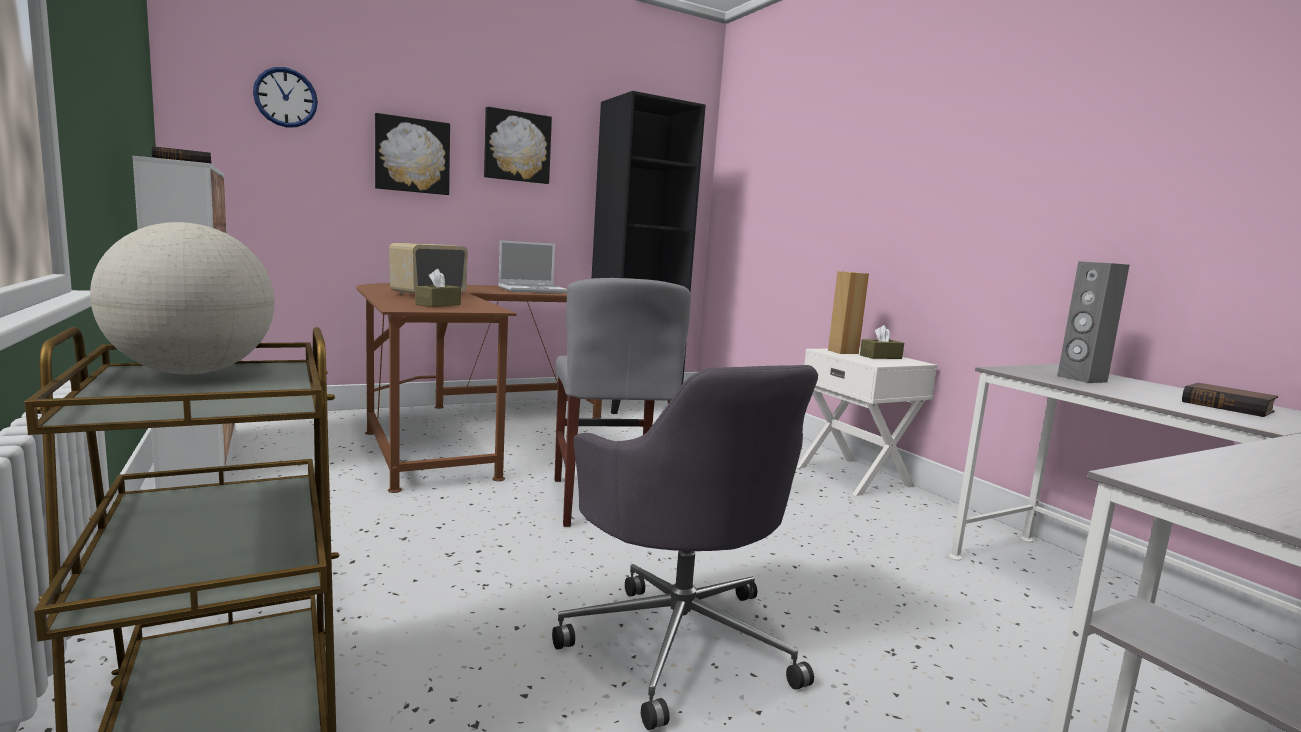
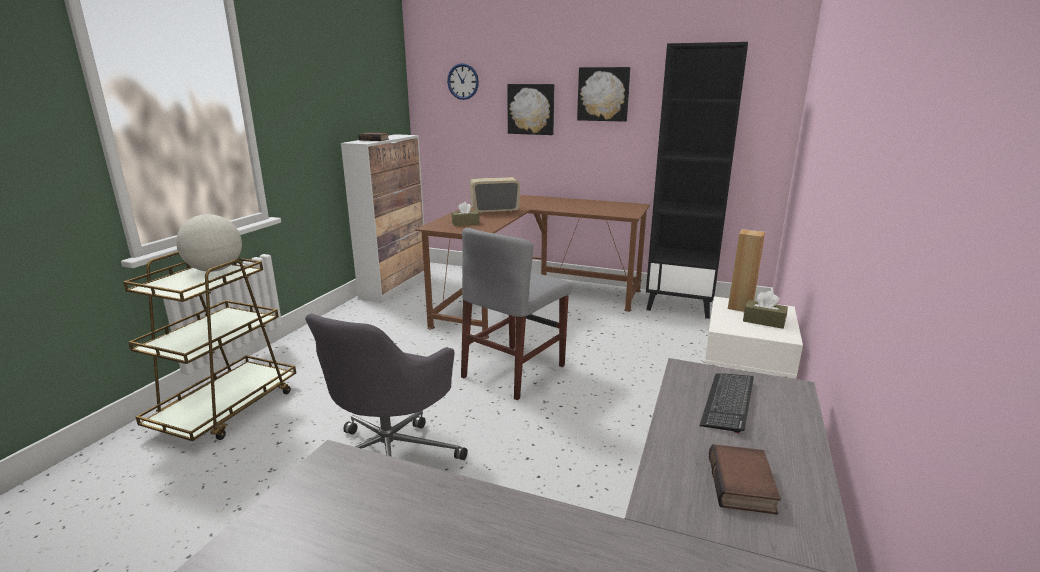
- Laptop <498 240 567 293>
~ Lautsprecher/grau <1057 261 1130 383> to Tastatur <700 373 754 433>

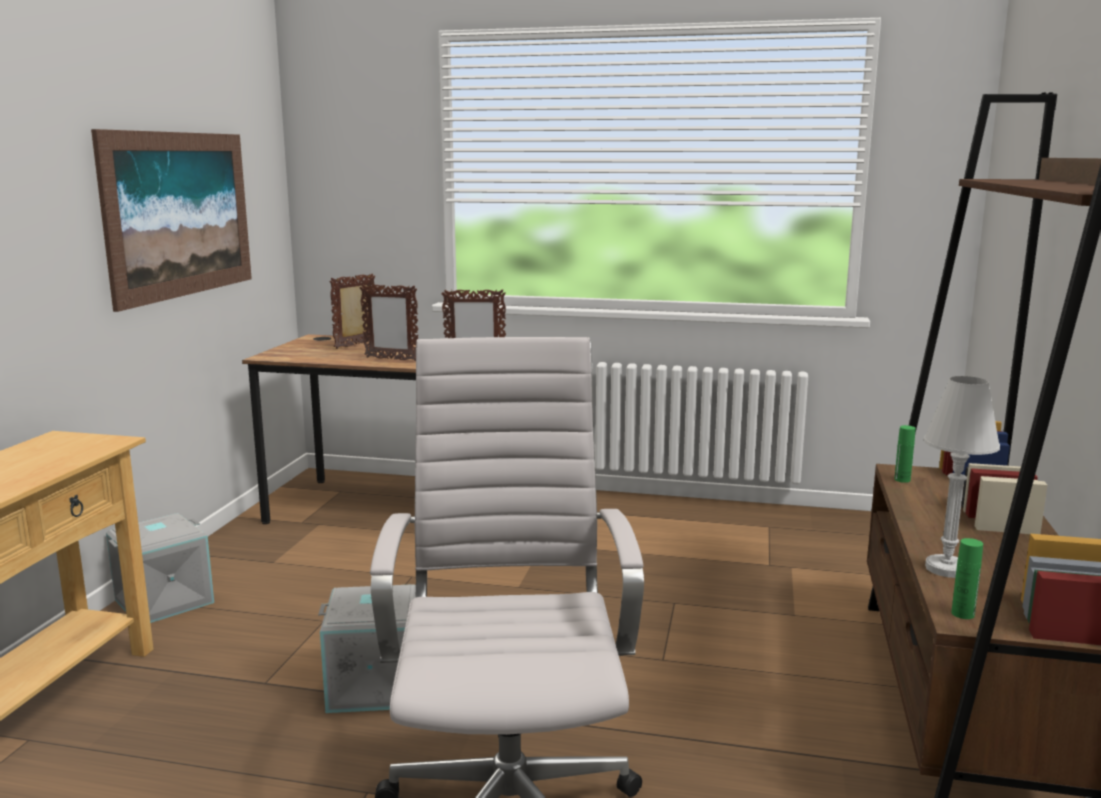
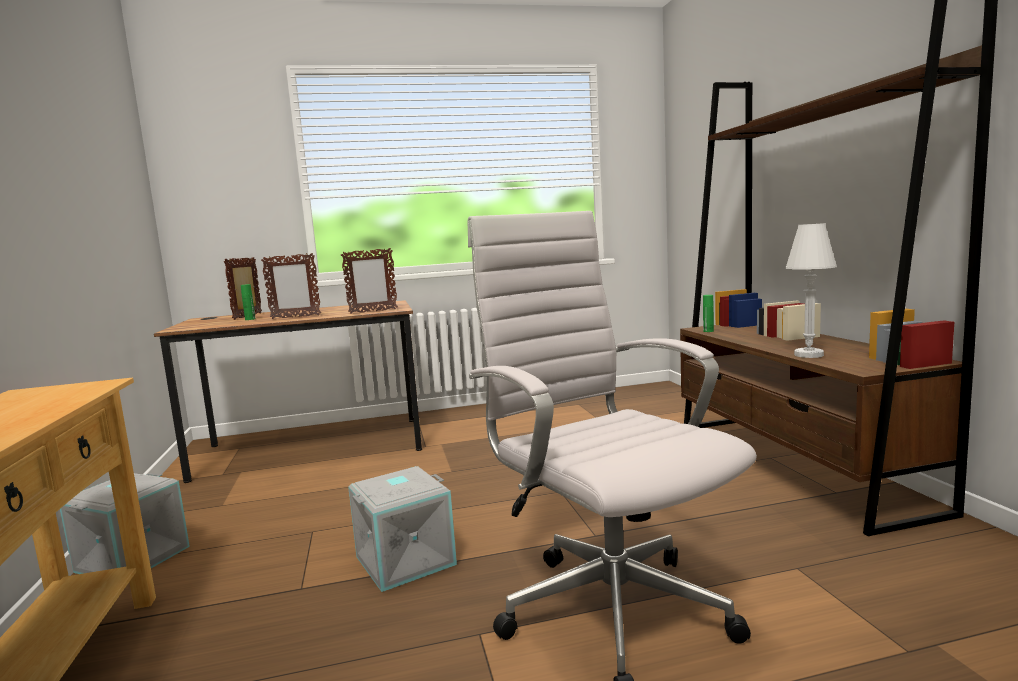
- Bild <91 129 252 312>
~ Flasche/grün <951 538 983 619> to <241 284 255 320>

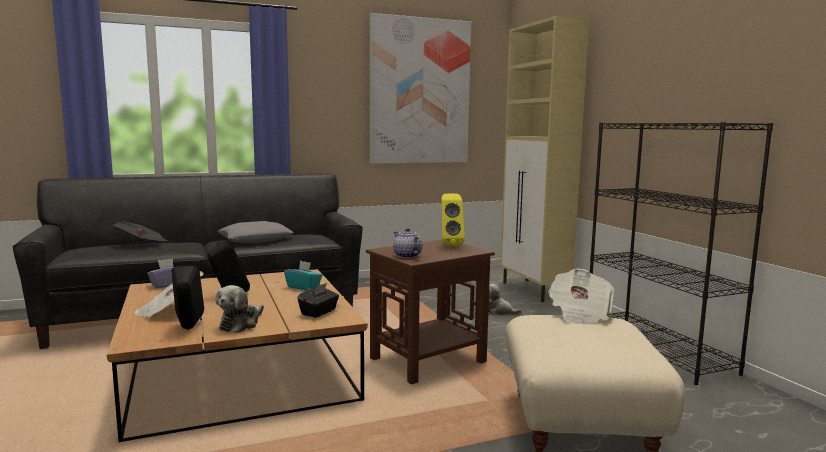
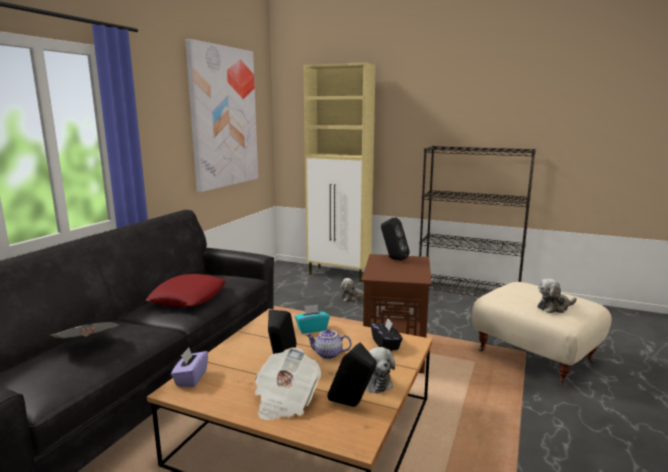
~ Kissen/grau <218 221 294 244> to Kissen/rot <146 274 226 307>
~ Teekanne <393 228 423 258> to <305 329 352 359>
~ Lautsprecher/gelb <442 193 465 247> to Lautsprecher/schwarz <381 217 410 261>
- Zeitung <548 269 615 324>
+ Plüschtier <537 279 577 313>

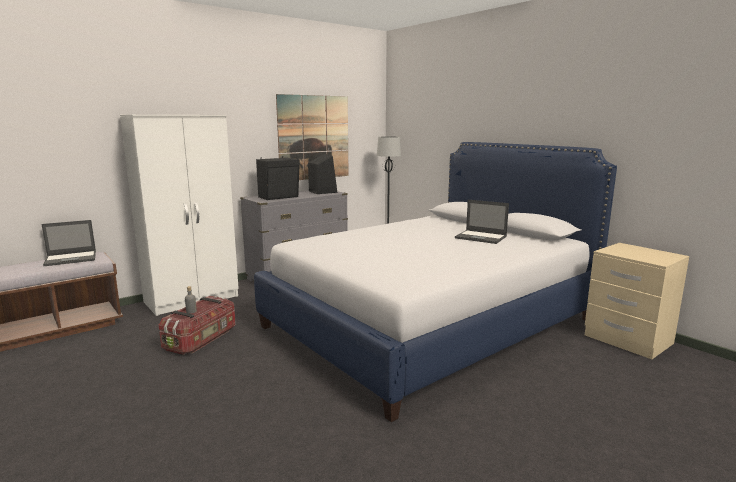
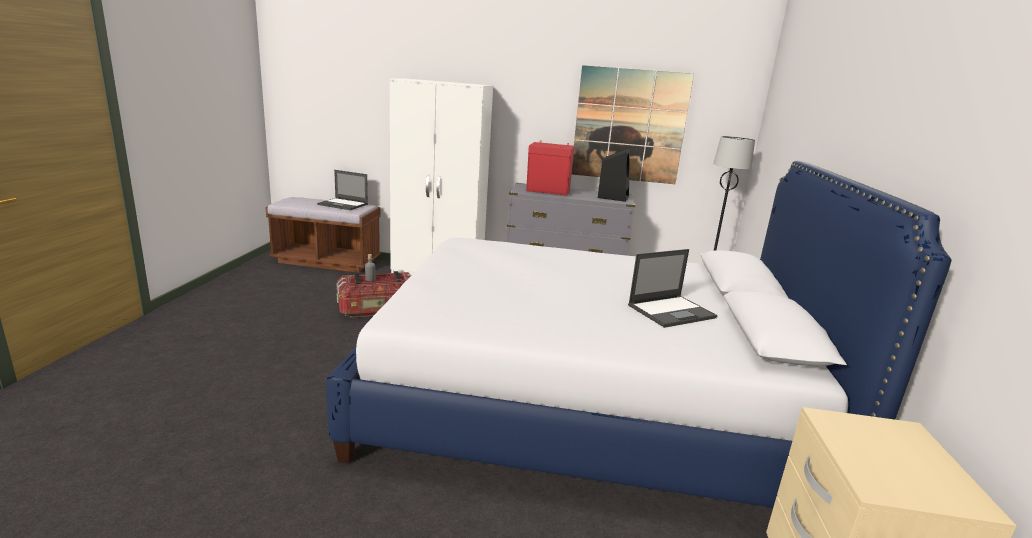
~ Lautsprecher/schwarz <256 156 300 200> to Lautsprecher/rot <526 142 575 196>
~ Laptop <455 200 509 244> = <628 249 717 328> 105 degrees counterclockwise

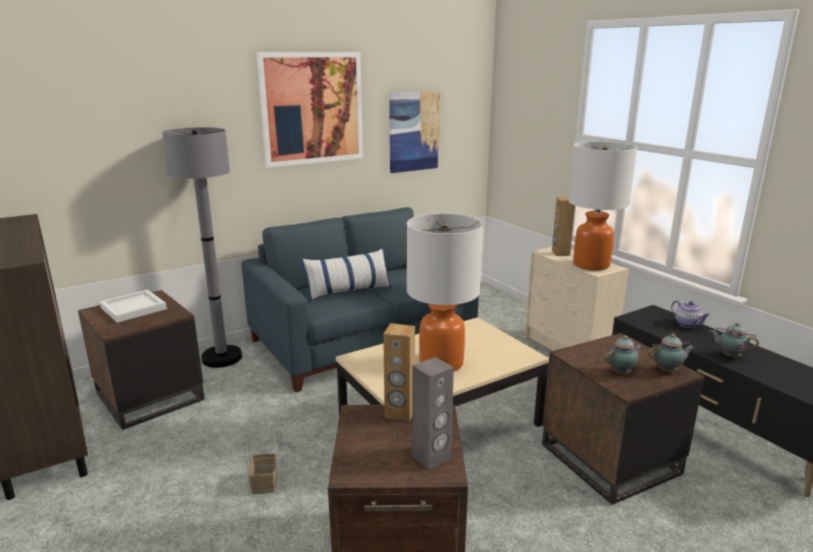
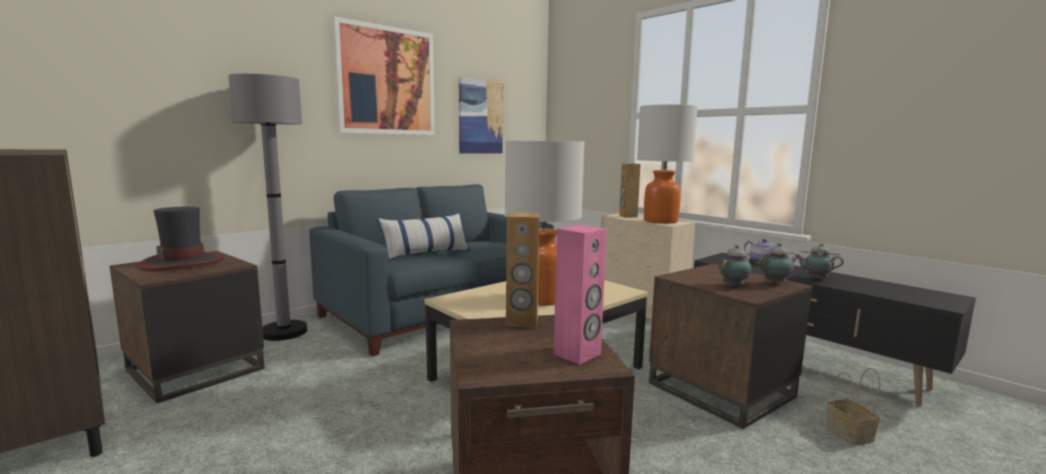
~ Tablett/weiß <100 290 167 323> to Hut <138 206 224 271>
~ Korb <244 432 277 494> to <826 368 880 446>
~ Lautsprecher/grau <412 357 454 470> to Lautsprecher/rosa <554 225 607 365>

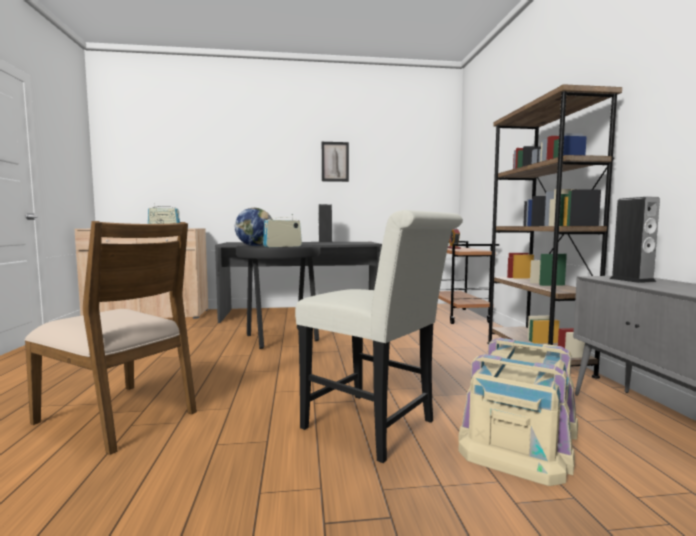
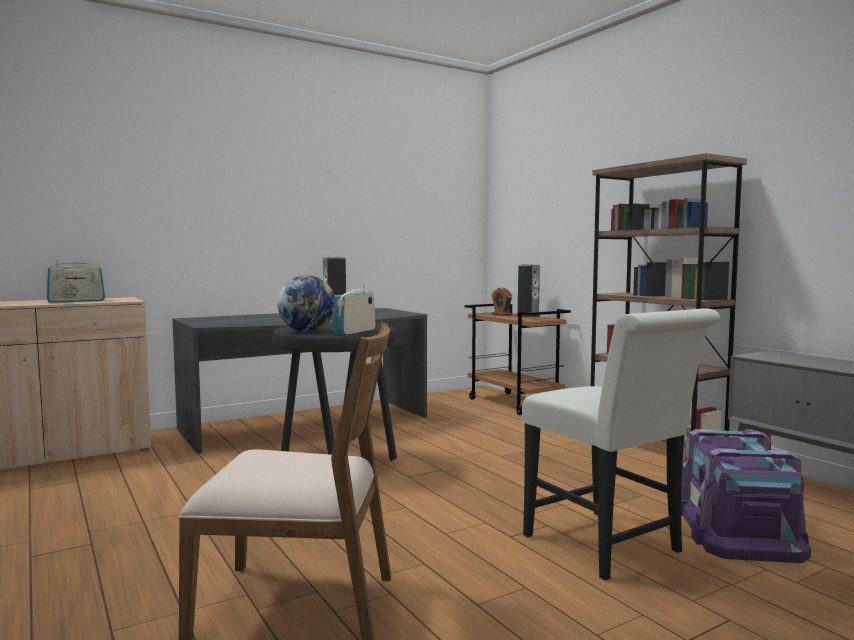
~ Stuhl/weiß <295 210 463 463> = <522 308 720 581> 45 degrees clockwise
- Bild <322 142 349 182>
~ Aufbewahrungsbox/beige <458 338 578 486> to Aufbewahrungsbox/lila <681 429 811 563>
~ Lautsprecher <609 197 660 283> to <516 265 540 317>

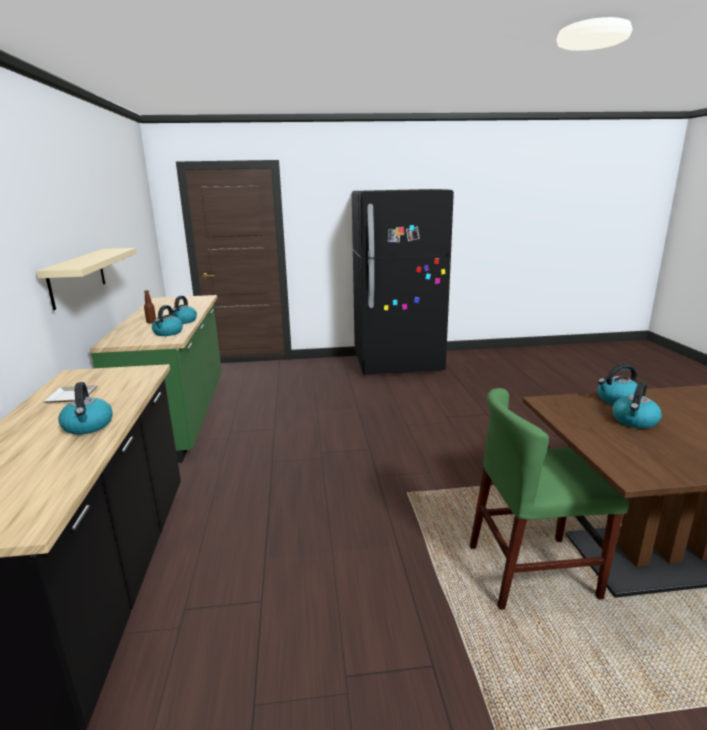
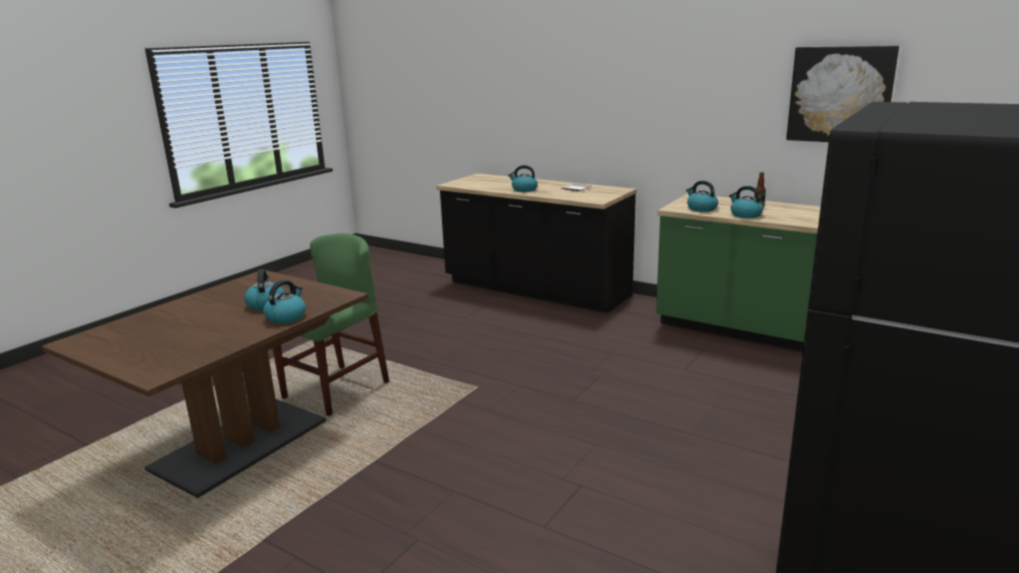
- Wandregal/beige <36 248 136 310>
+ Bild <786 46 899 142>

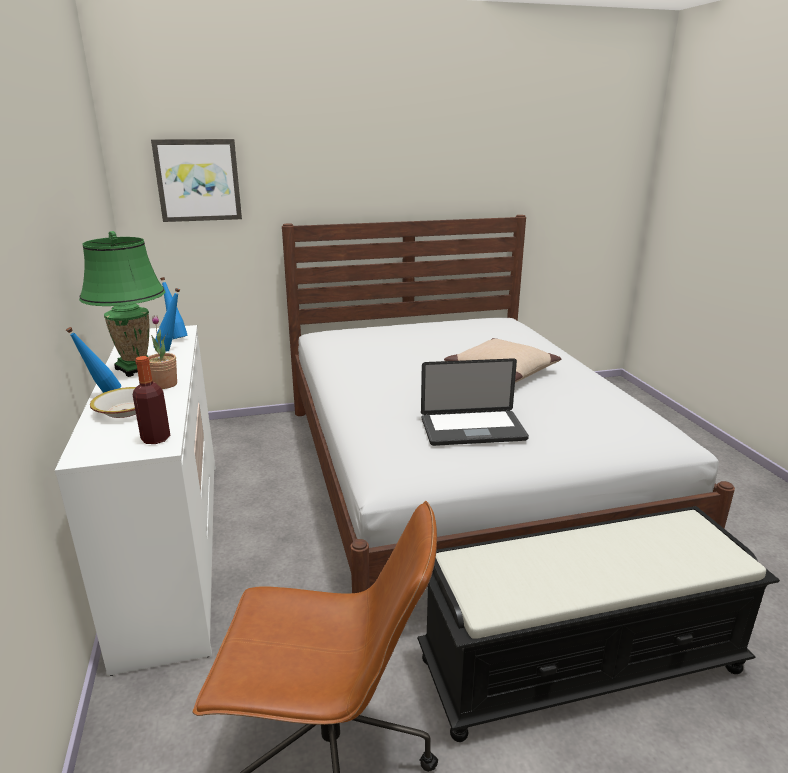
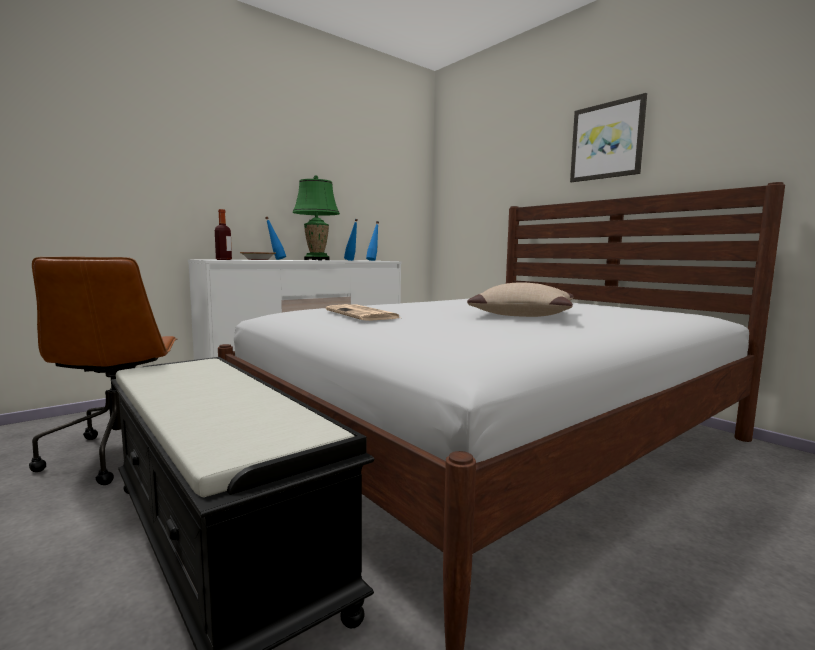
- Topfpflanze <148 315 177 389>
~ Bild <151 139 242 222> to <570 93 647 182>
~ Laptop <421 358 529 446> to Zeitung <326 304 400 321>

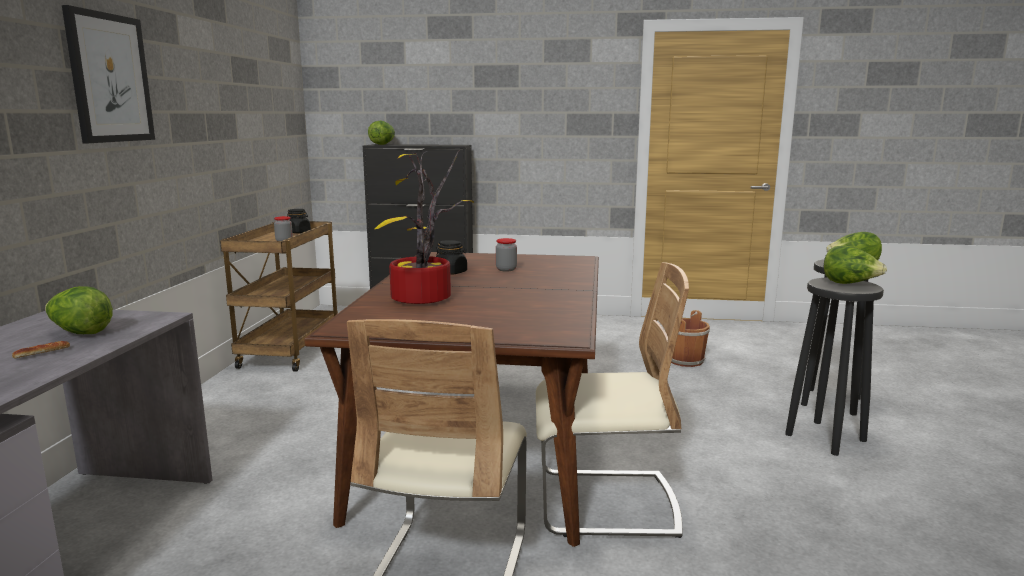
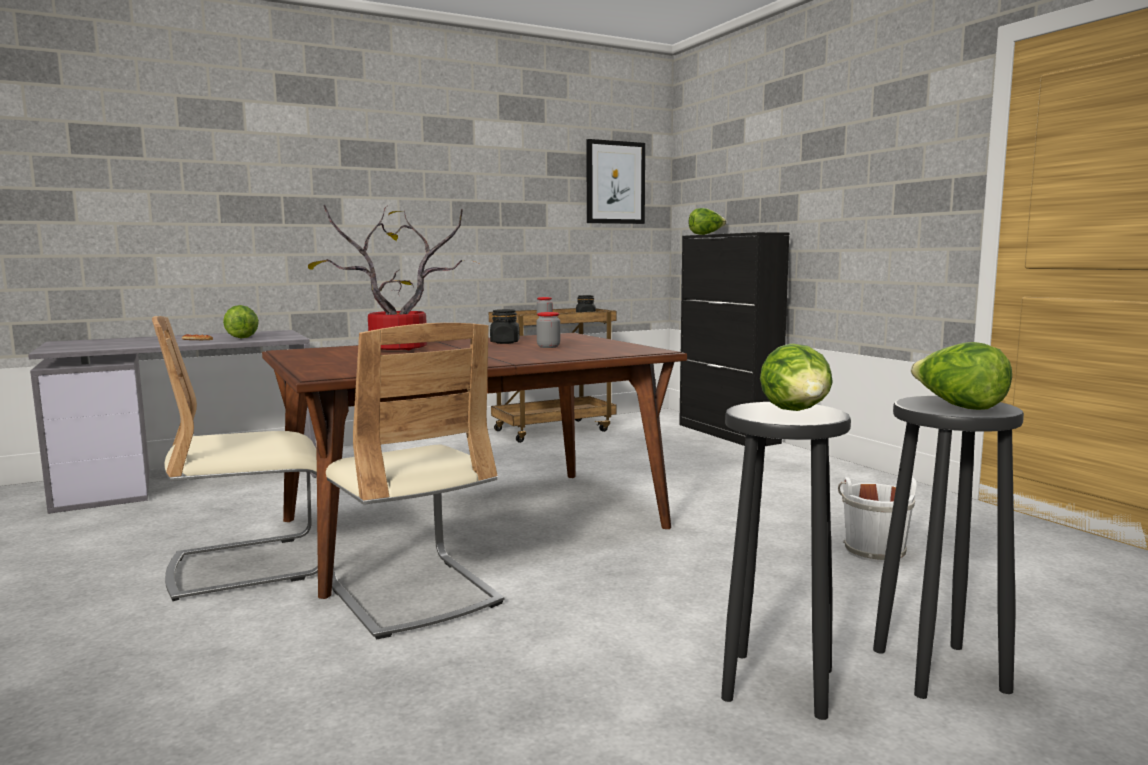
~ Bild <62 5 155 143> to <586 139 645 224>
~ Eimer/braun <671 310 710 367> to Eimer/weiß <838 477 916 562>

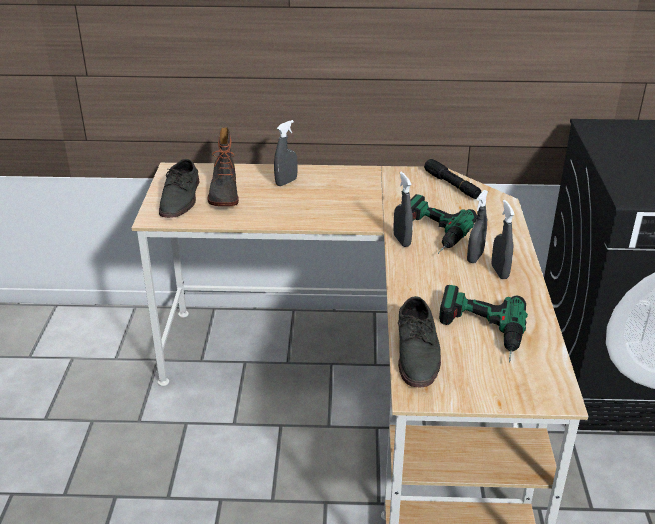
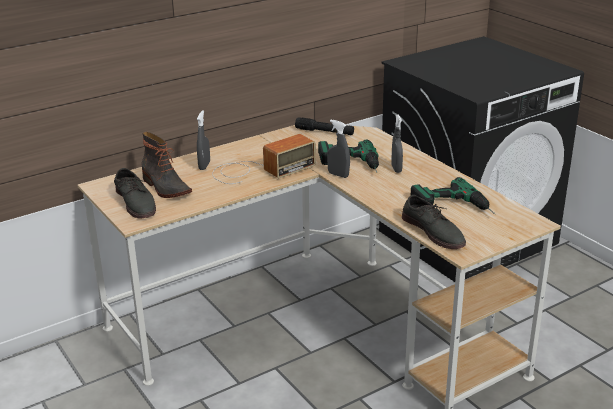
- Sprühflasche/grau <492 200 515 279>
+ Radio <212 134 316 184>

